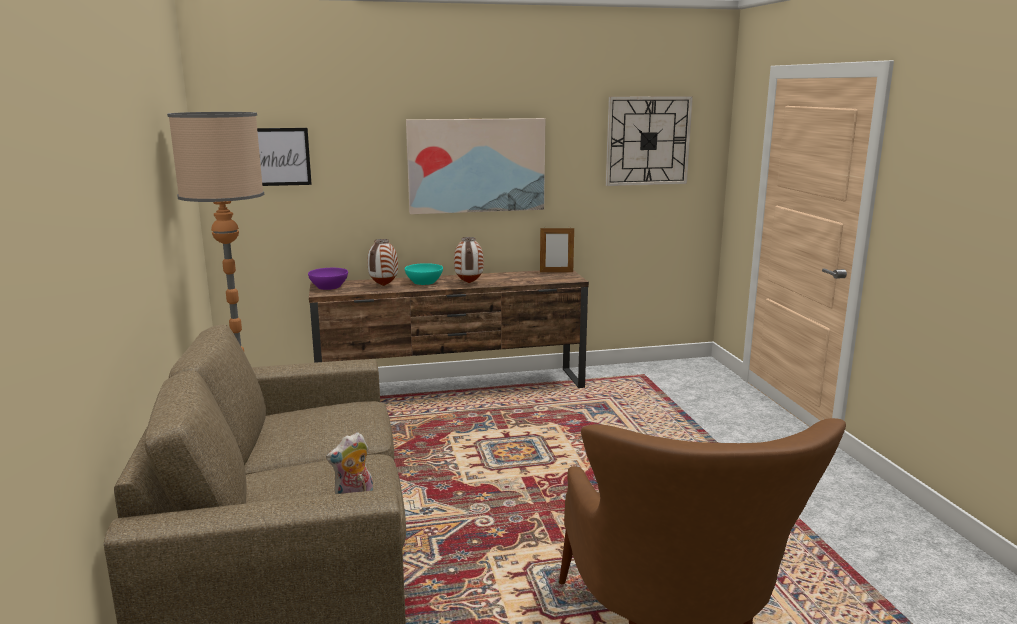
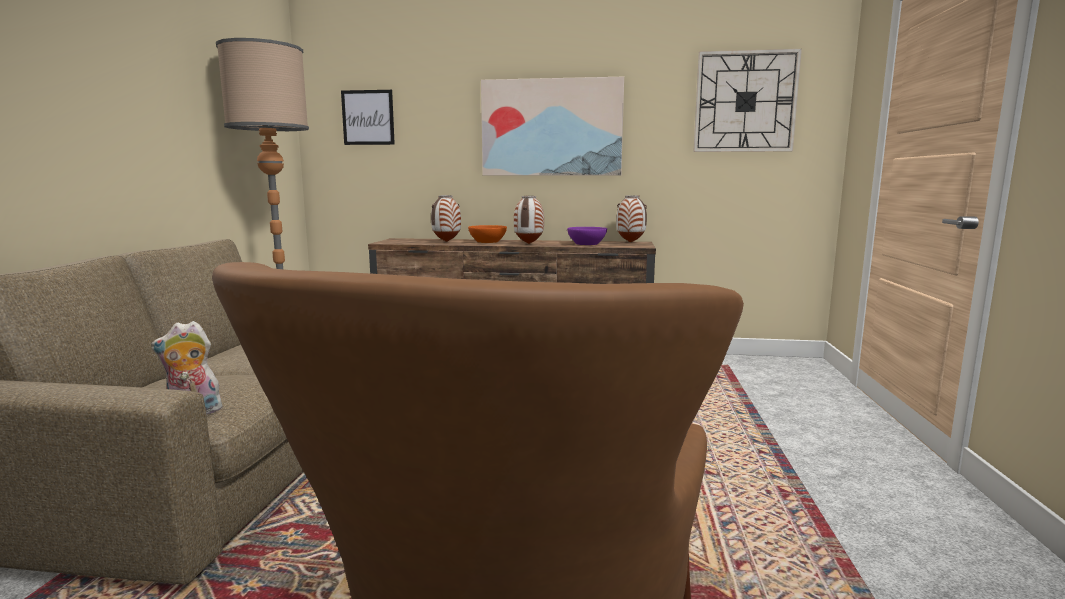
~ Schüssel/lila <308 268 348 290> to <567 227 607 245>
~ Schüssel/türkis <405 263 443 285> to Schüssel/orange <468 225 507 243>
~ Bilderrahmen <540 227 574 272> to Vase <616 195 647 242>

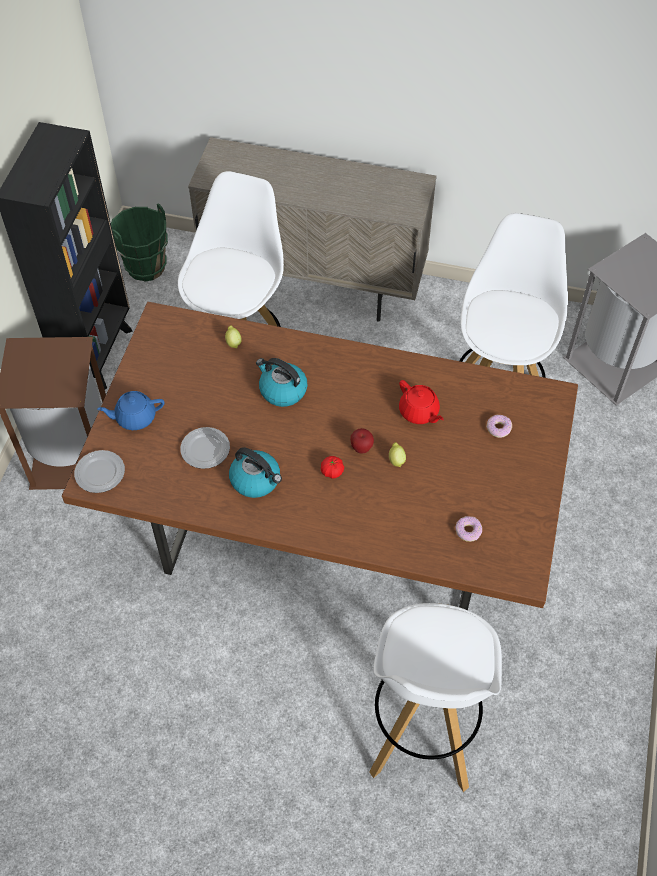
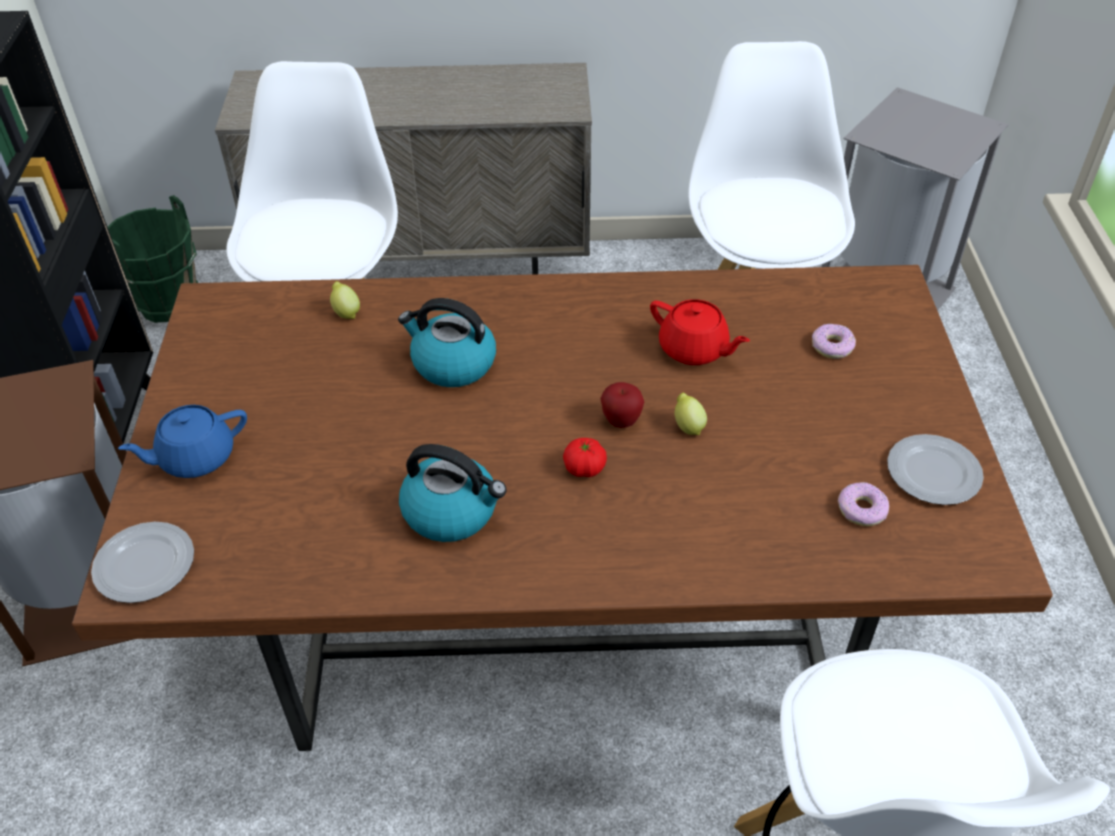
~ Teller <180 427 230 469> to <887 434 984 505>

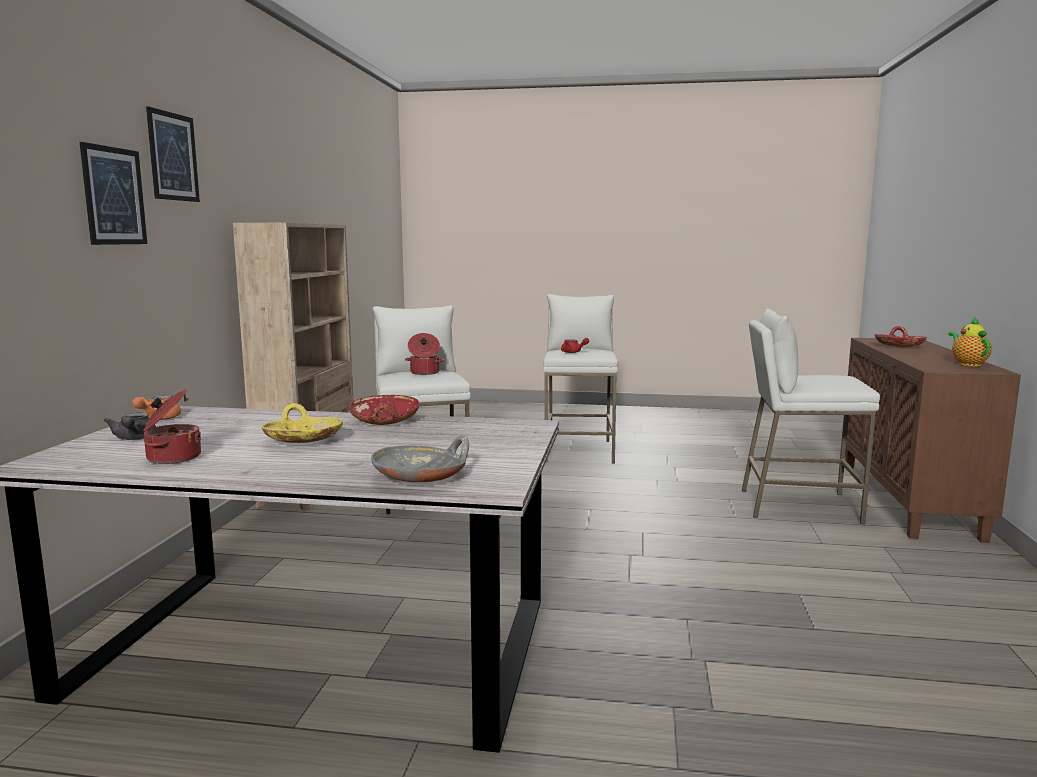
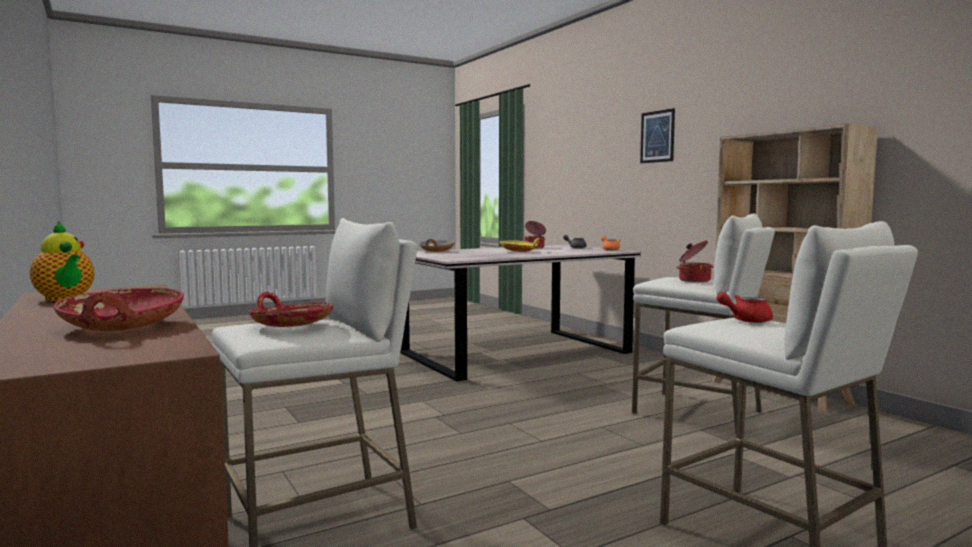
- Bild <146 106 200 202>
~ Schüssel/rot <348 395 420 425> to <249 292 333 327>

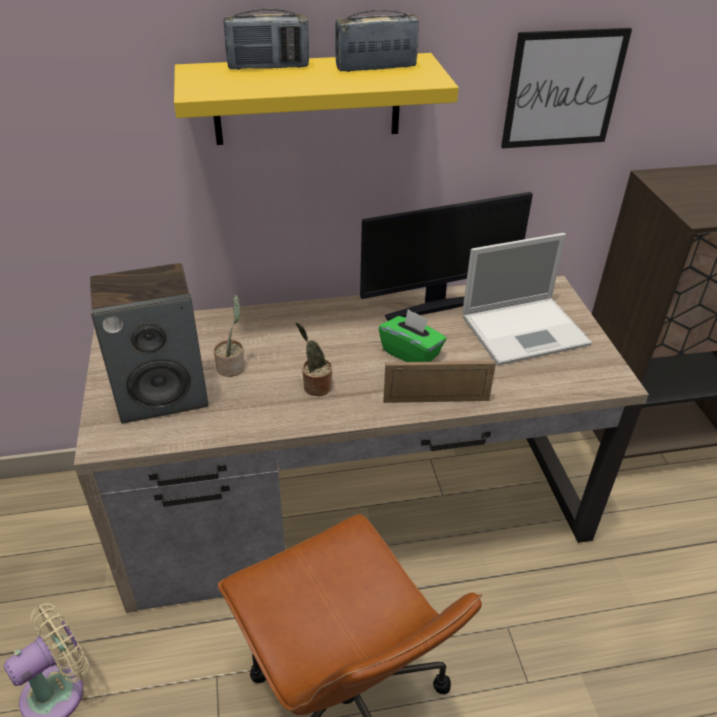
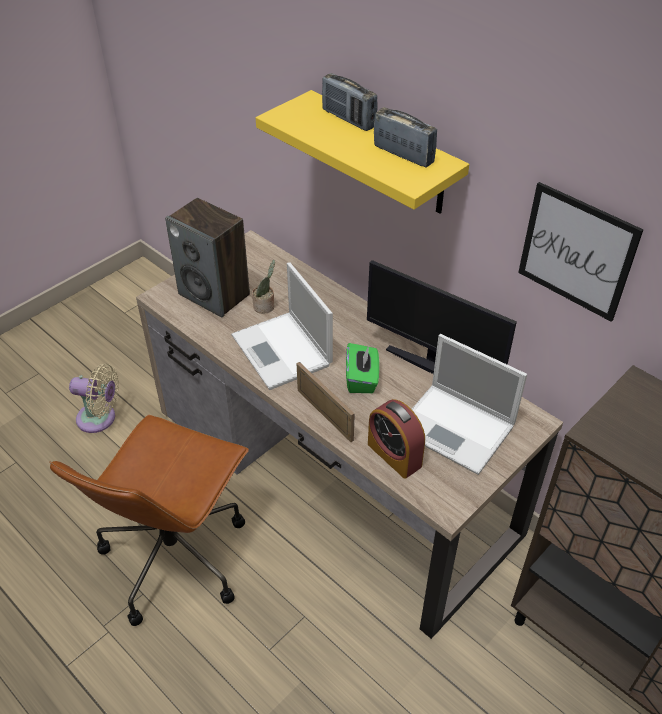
~ Topfpflanze <295 322 332 396> to Laptop <231 262 333 390>
+ Wecker <368 399 425 479>

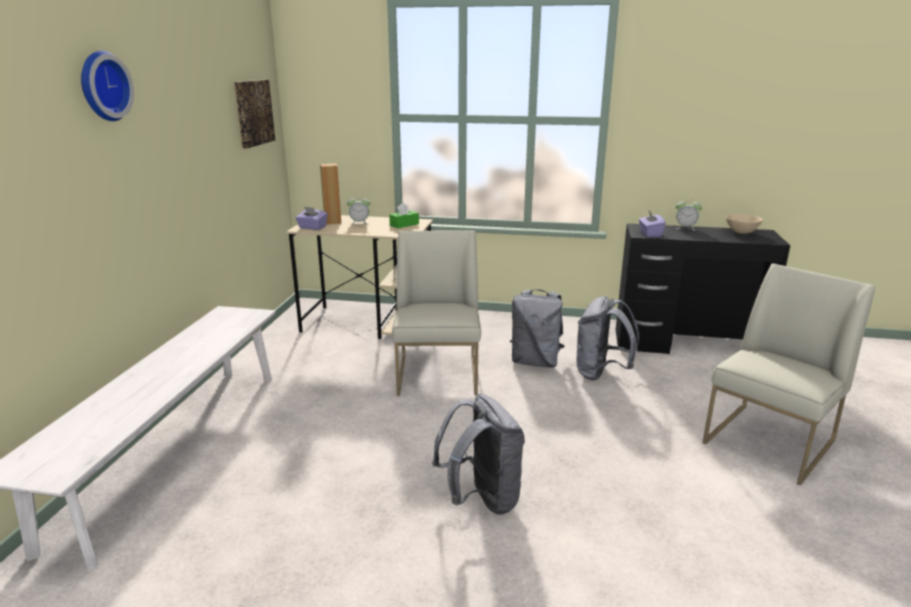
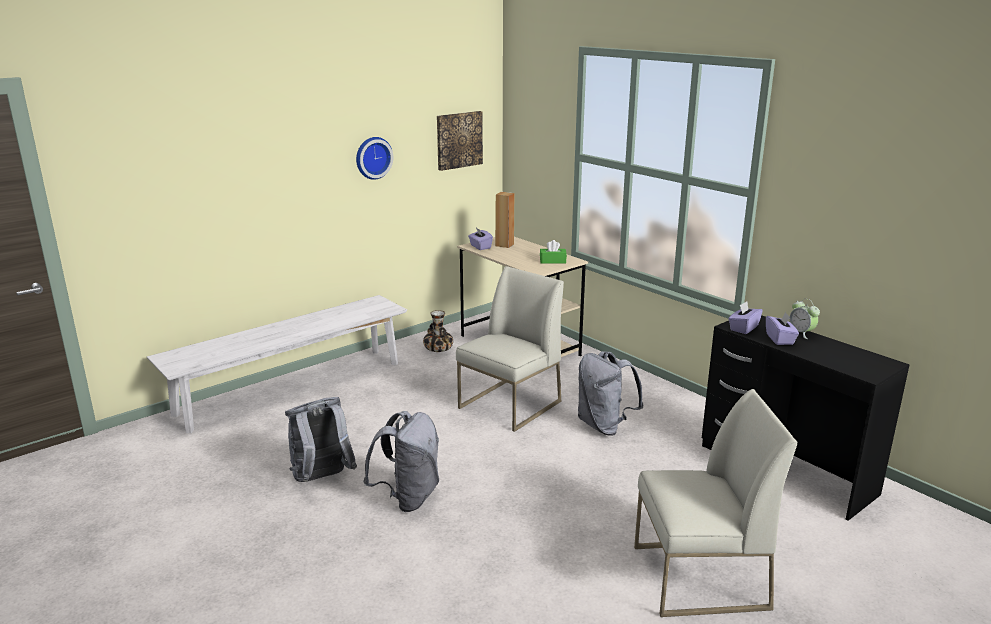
~ Wanduhr <81 51 134 121> to <356 137 393 180>
- Wecker <347 198 370 225>
~ Rucksack/grau <577 296 639 381> to <285 397 357 482>
- Schüssel/beige <726 214 763 234>
+ Vase <423 310 453 352>
+ Taschentuchbox/lila <766 311 799 345>

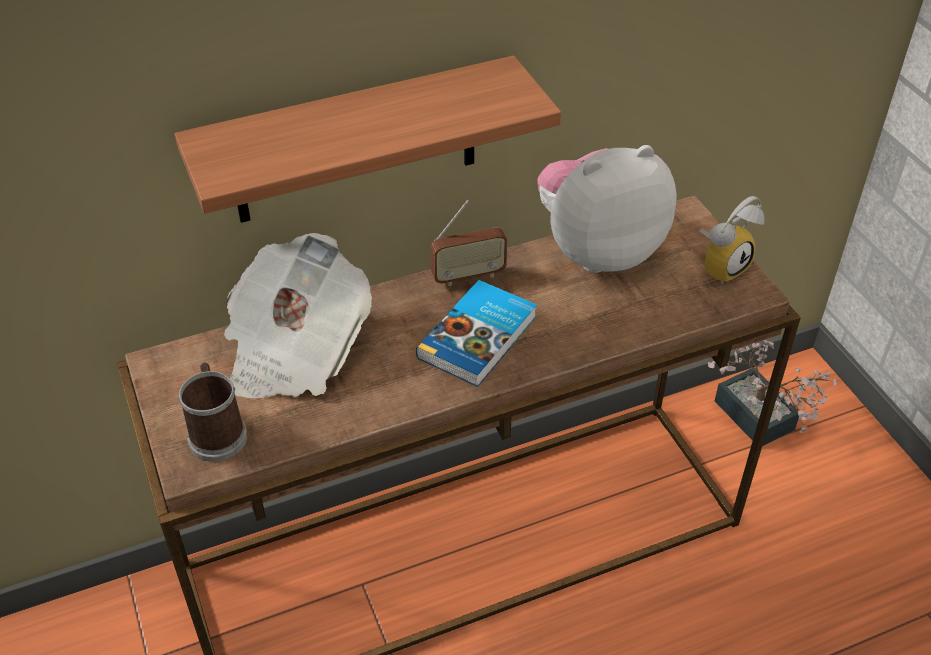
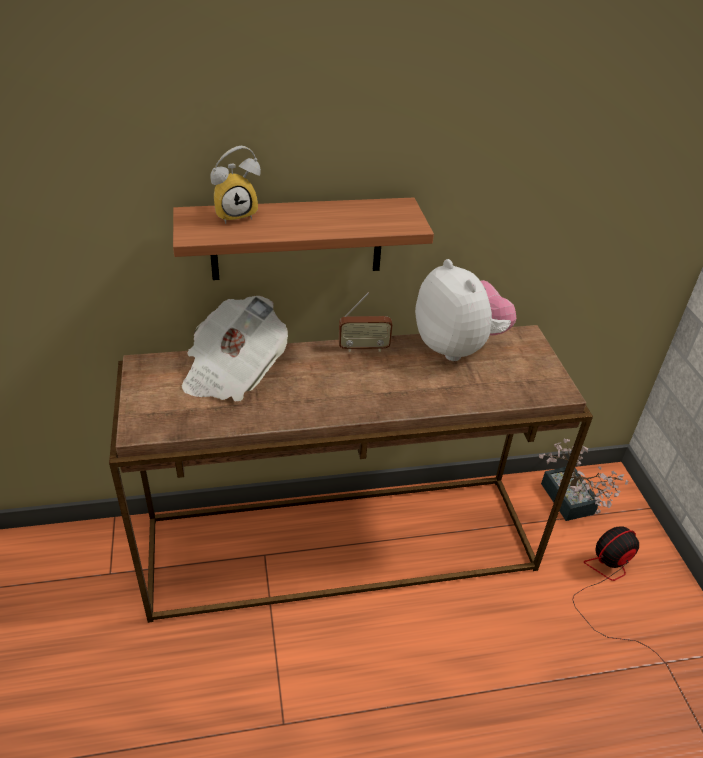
- Henkelbecher <178 363 247 462>
- Buch <416 280 537 387>
~ Plüschtier <537 145 677 273> = <415 259 516 361> 75 degrees clockwise
~ Wecker <700 196 764 285> to <210 146 261 224>
+ Ventilator <572 526 666 664>

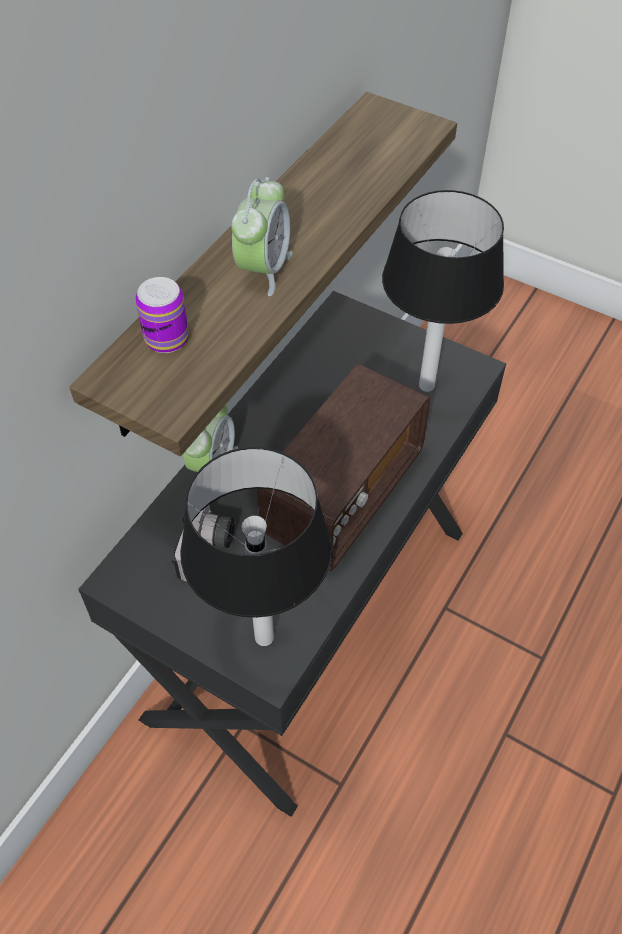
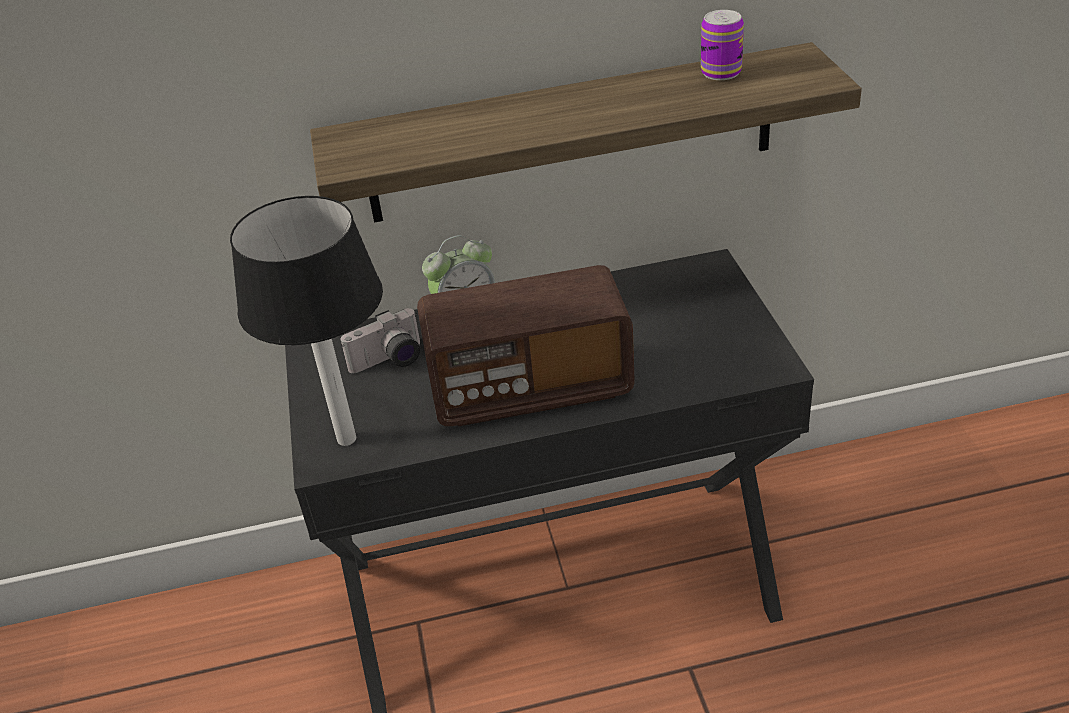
~ Dose <135 277 189 353> to <701 10 744 80>
- Wecker <231 177 293 296>
- Tischlampe <382 190 504 392>

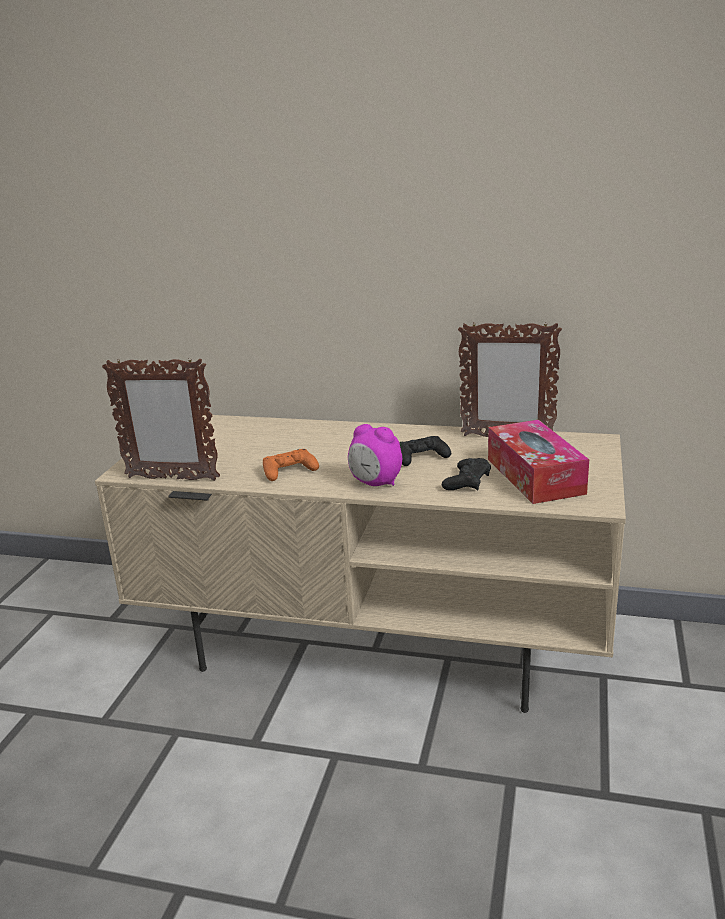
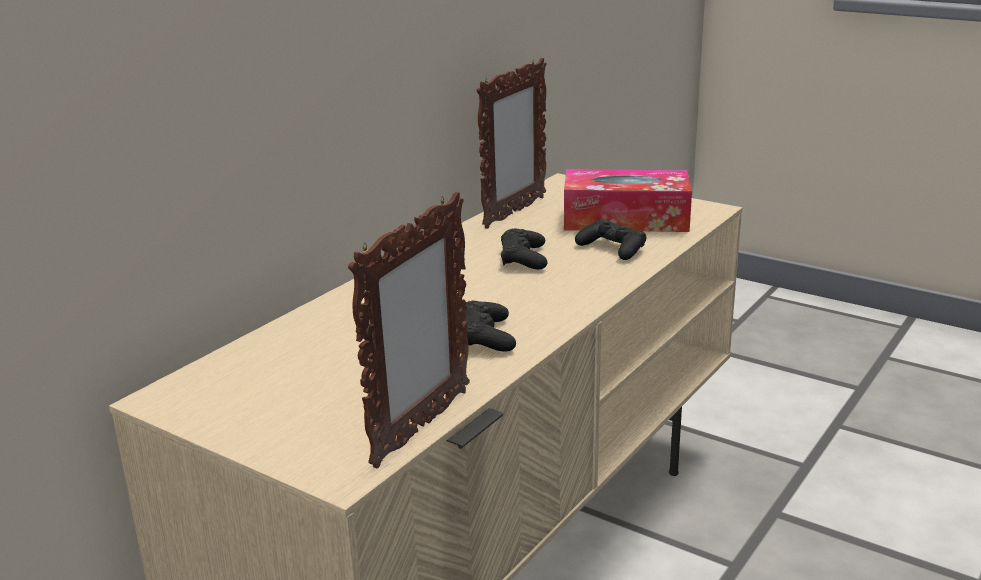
~ Gamepad/orange <263 449 319 481> to Gamepad/schwarz <461 301 516 352>
- Wecker <348 424 402 486>

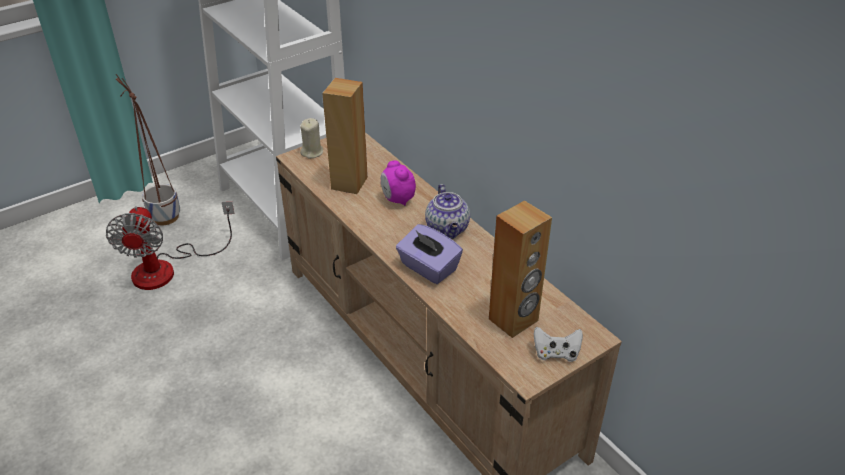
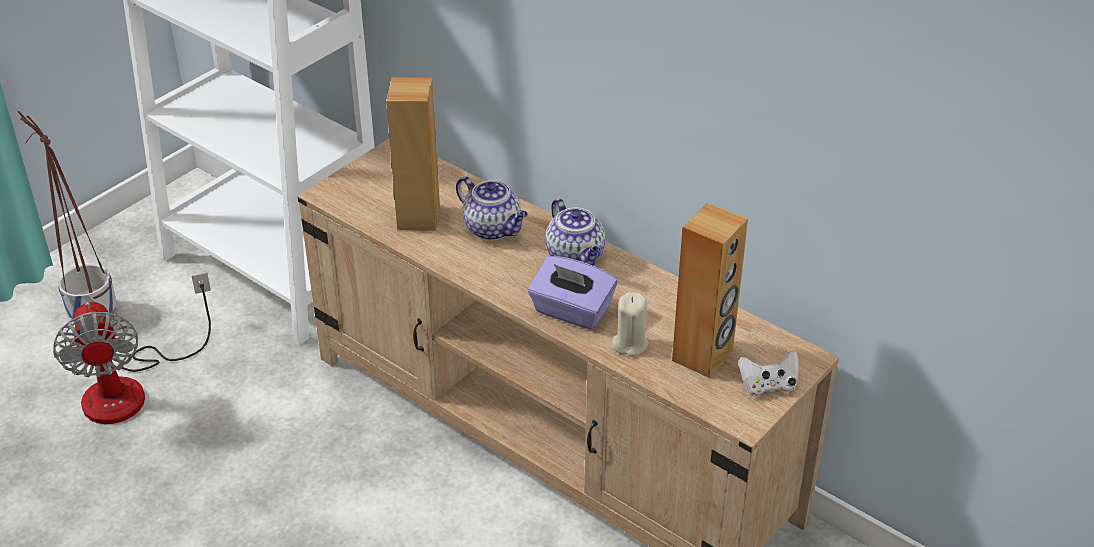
~ Kerze/beige <300 118 323 159> to <612 292 649 356>
~ Wecker <381 160 416 206> to Teekanne <456 176 528 240>

